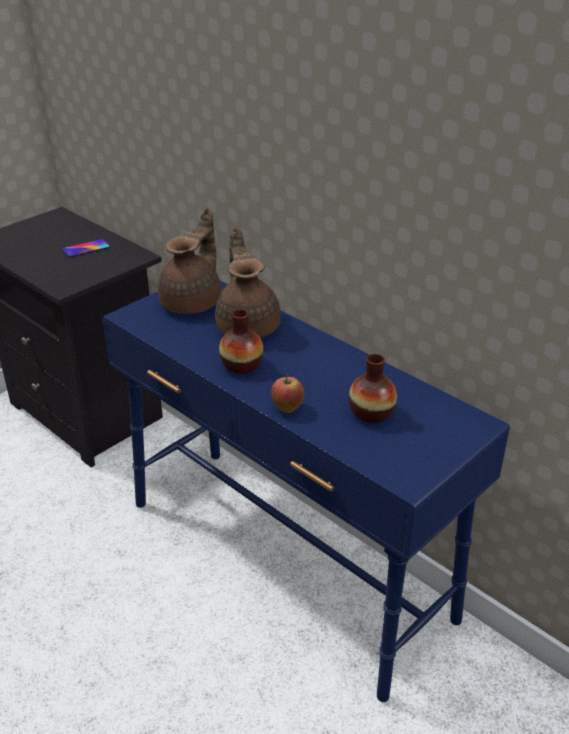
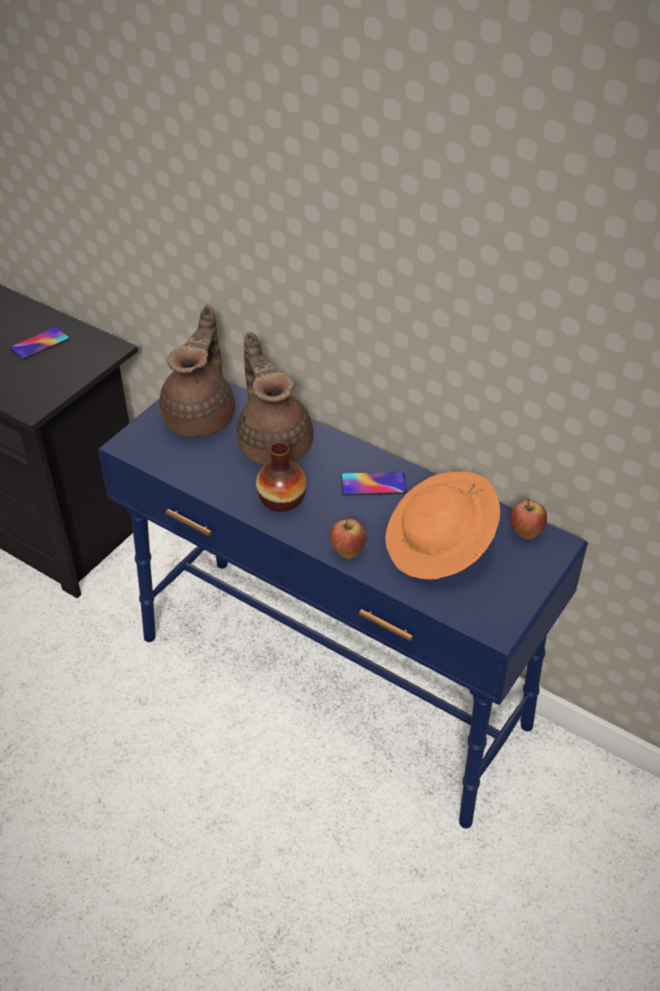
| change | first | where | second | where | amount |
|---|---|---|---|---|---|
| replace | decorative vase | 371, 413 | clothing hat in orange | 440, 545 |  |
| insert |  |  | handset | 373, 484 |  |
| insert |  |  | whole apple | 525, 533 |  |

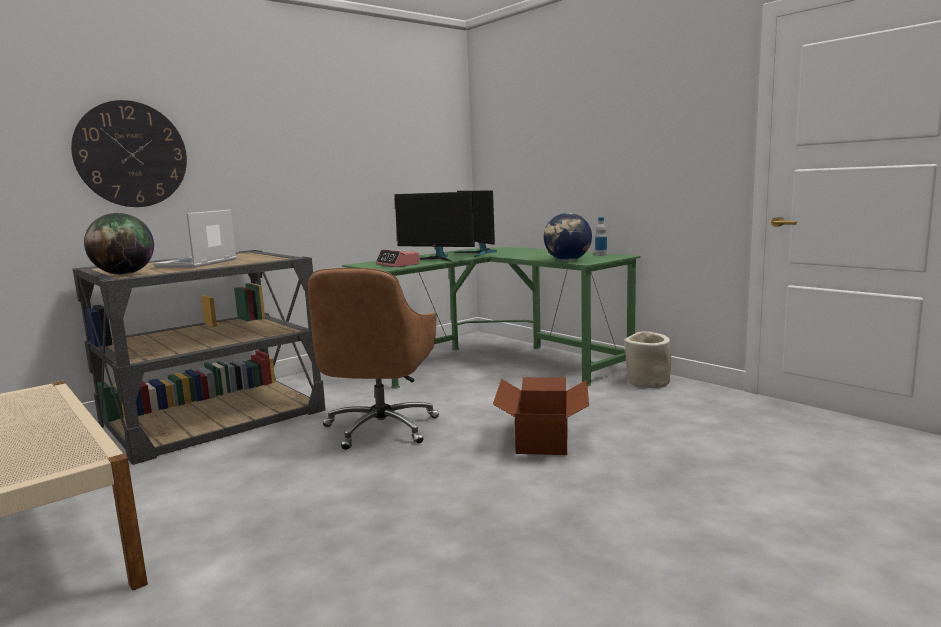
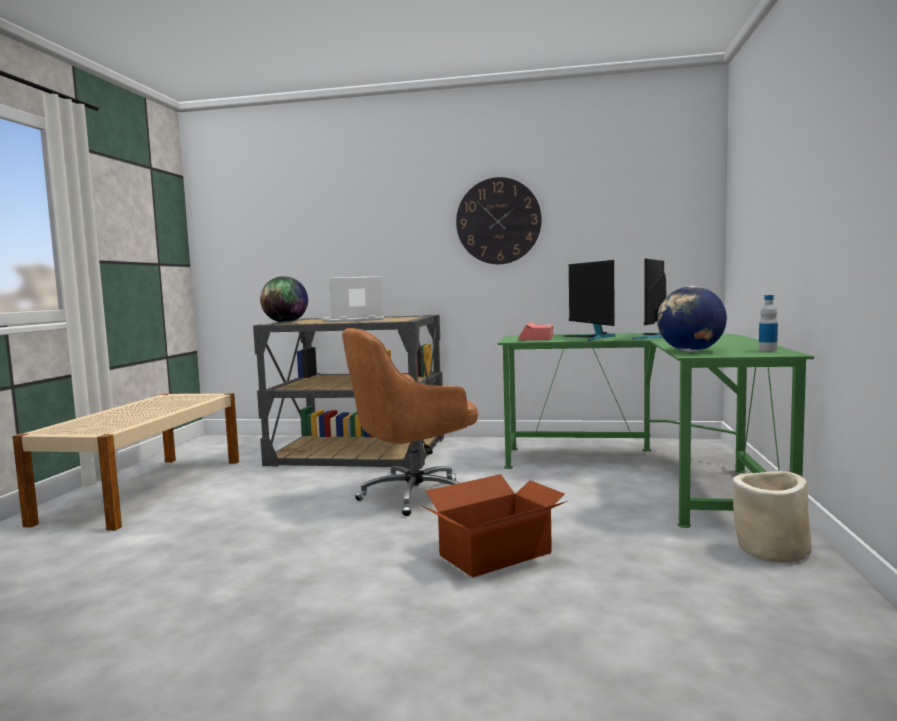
| change | first | where | second | where | amount |
|---|---|---|---|---|---|
| move | clock on the wall | 131, 154 |  | 498, 221 |  |

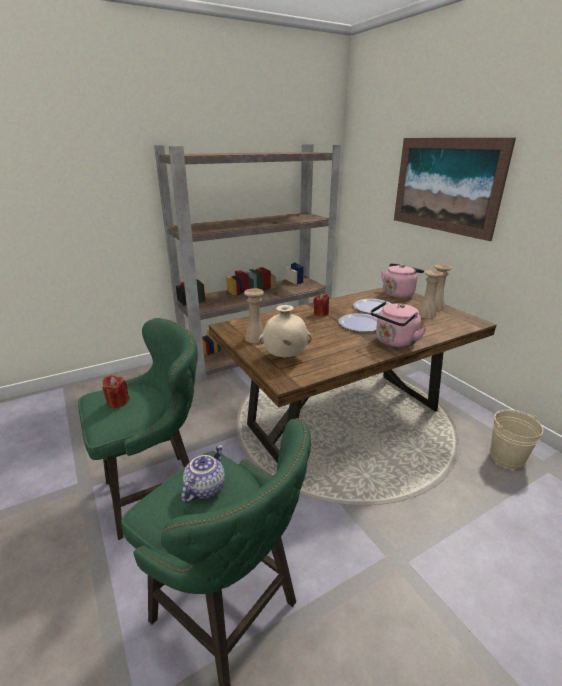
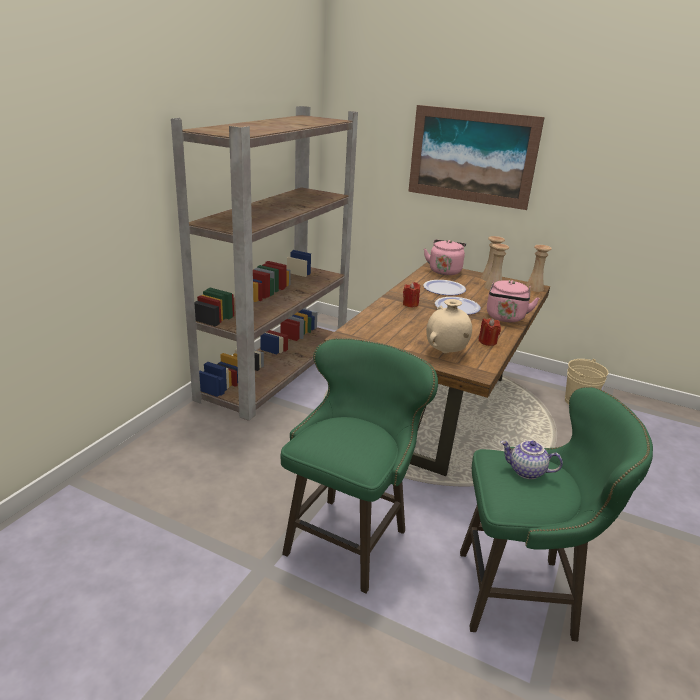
| change | first | where | second | where | amount |
|---|---|---|---|---|---|
| move | decorative vase in beige | 255, 338 |  | 534, 288 |  |
| move | wax light in red-coloured | 118, 402 |  | 487, 342 |  |
| rotate | tea pot | 204, 488 |  | 526, 472 | 60 degrees counterclockwise |

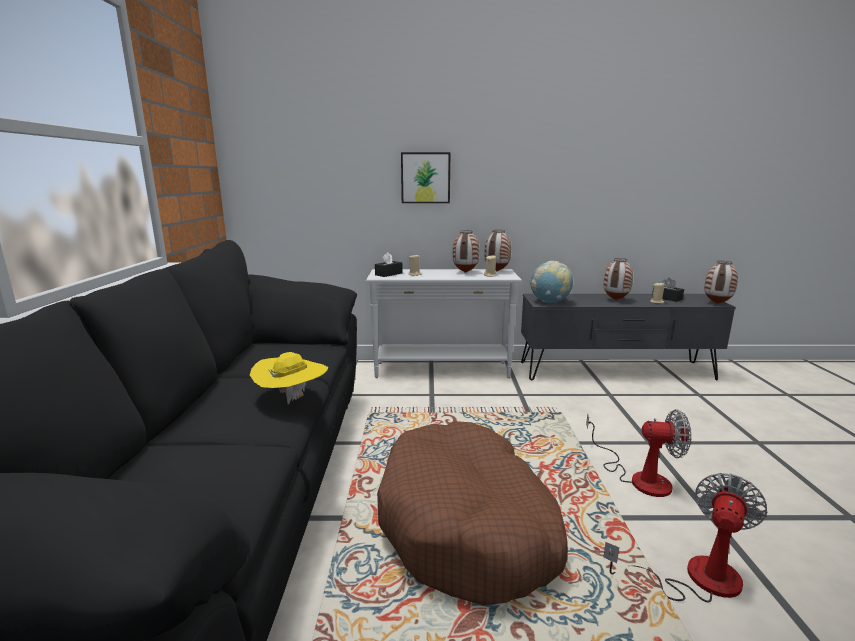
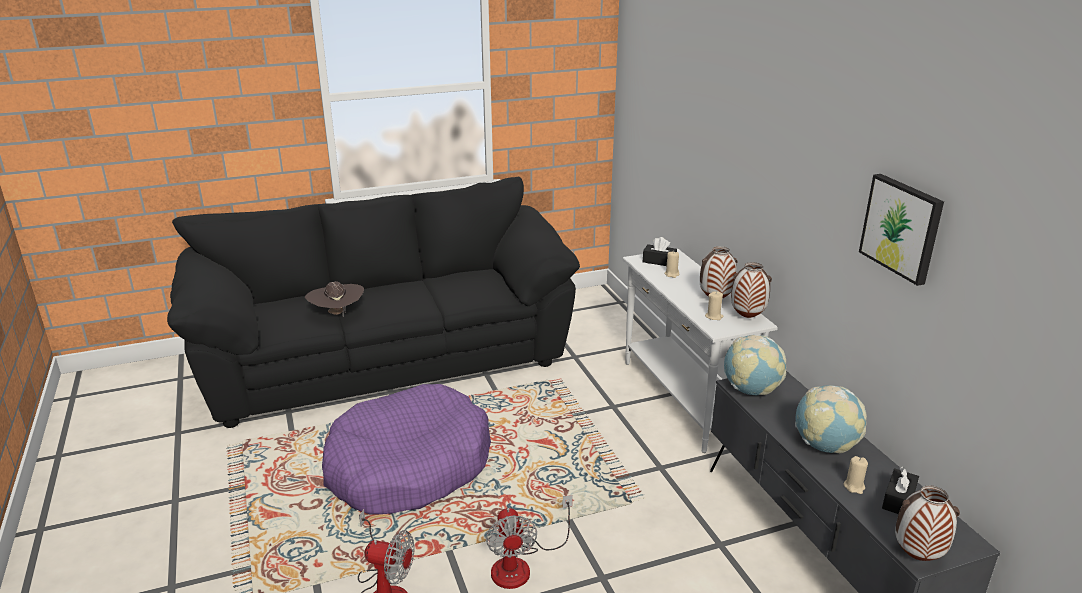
| change | first | where | second | where | amount |
|---|---|---|---|---|---|
| move | picture | 425, 178 |  | 902, 227 |  |
| replace | decorative vase | 616, 300 | world globe | 824, 446 |  |
| delete | clothing hat in yellow | 292, 398 |  |  |  |
| recolor | pet bed in brown | 468, 525 | pet bed in purple-coloured | 408, 467 |  |
| insert |  |  | clothing hat in brown | 337, 314 |  |

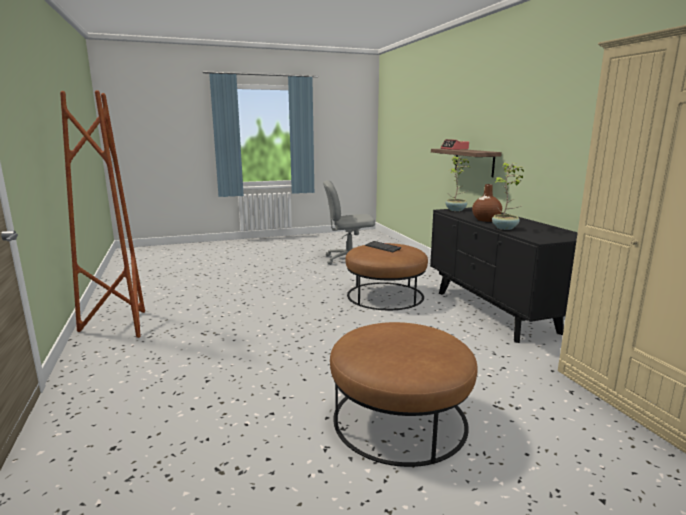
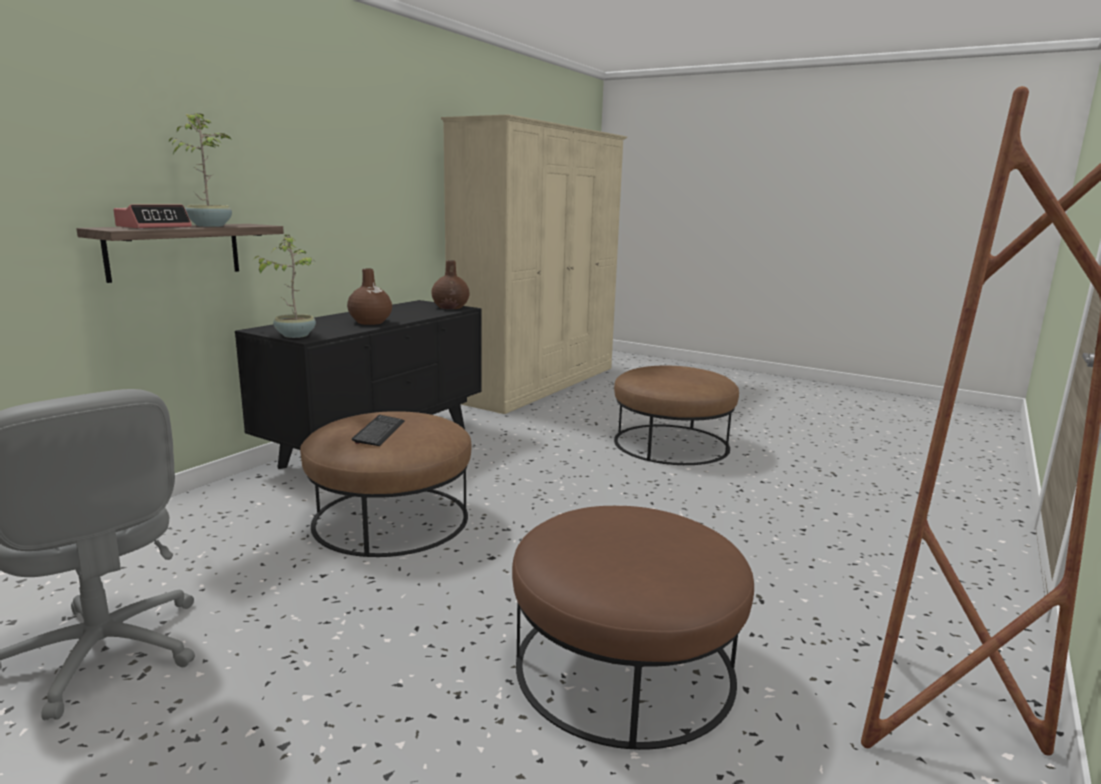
| change | first | where | second | where | amount |
|---|---|---|---|---|---|
| move | potted plant | 505, 228 |  | 210, 226 |  |
| insert |  |  | decorative vase in brown | 451, 307 |  |
| insert |  |  | ottoman in brown | 624, 666 |  |

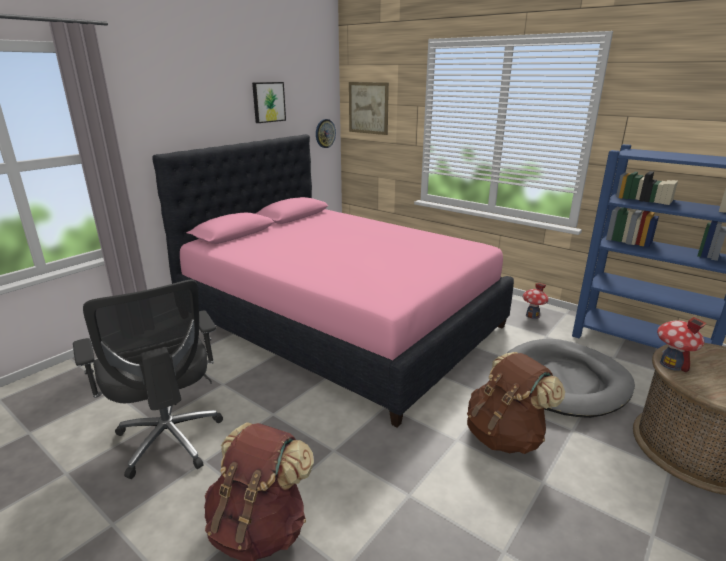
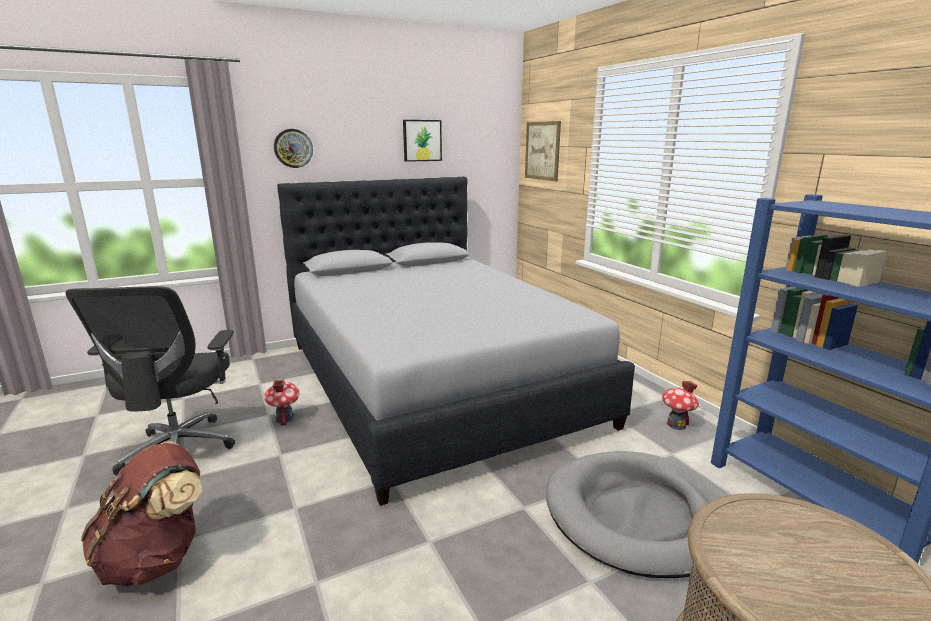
| change | first | where | second | where | amount |
|---|---|---|---|---|---|
| move | clock on the wall | 325, 133 |  | 293, 148 |  |
| recolor | bedroom bed in pink-coloured | 339, 321 | bedroom bed in gray | 434, 381 |  |
| move | toy house | 671, 364 |  | 284, 419 |  |
| delete | backpack in brown | 505, 436 |  |  |  |

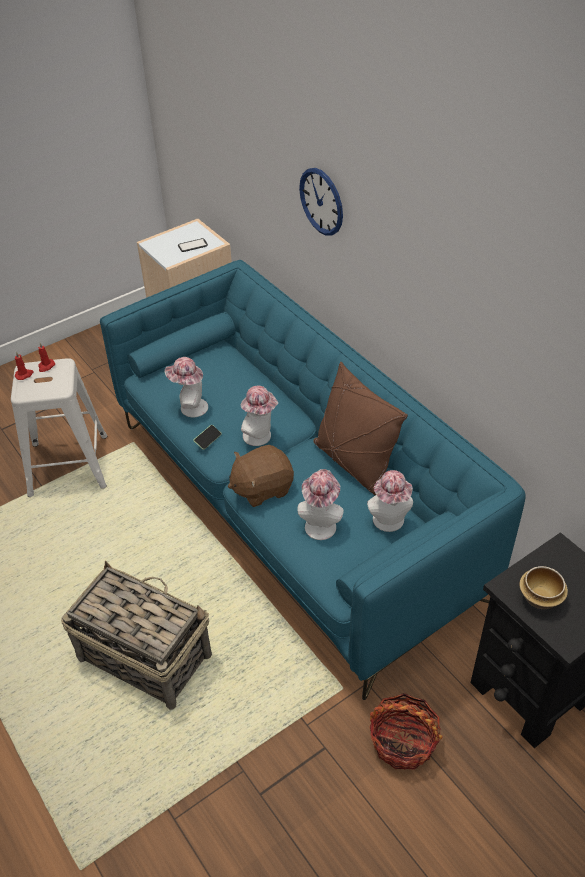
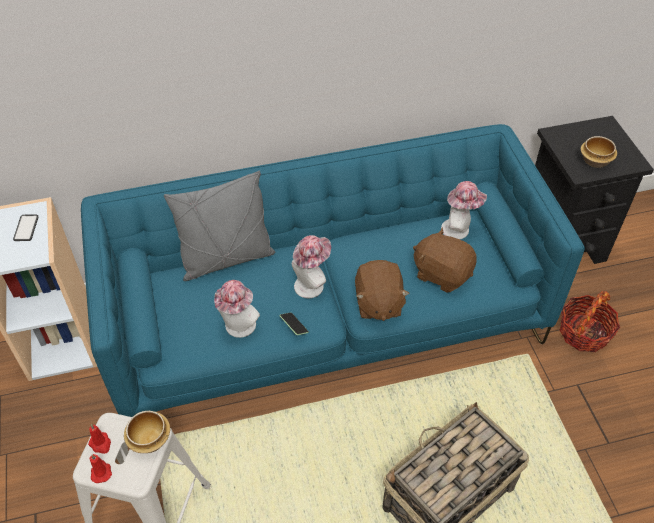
| change | first | where | second | where | amount |
|---|---|---|---|---|---|
| delete | clock on the wall | 321, 201 |  |  |  |
| delete | cushion in brown | 353, 463 |  |  |  |
| replace | clothing hat | 320, 523 | cuddly toy in brown | 442, 273 |  |
| insert |  |  | cushion in gray | 226, 259 |  |
| insert |  |  | serving bowl | 150, 440 |  |

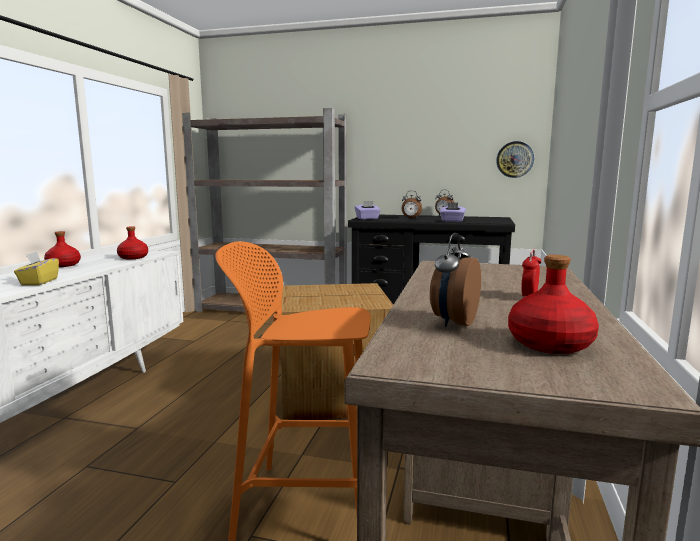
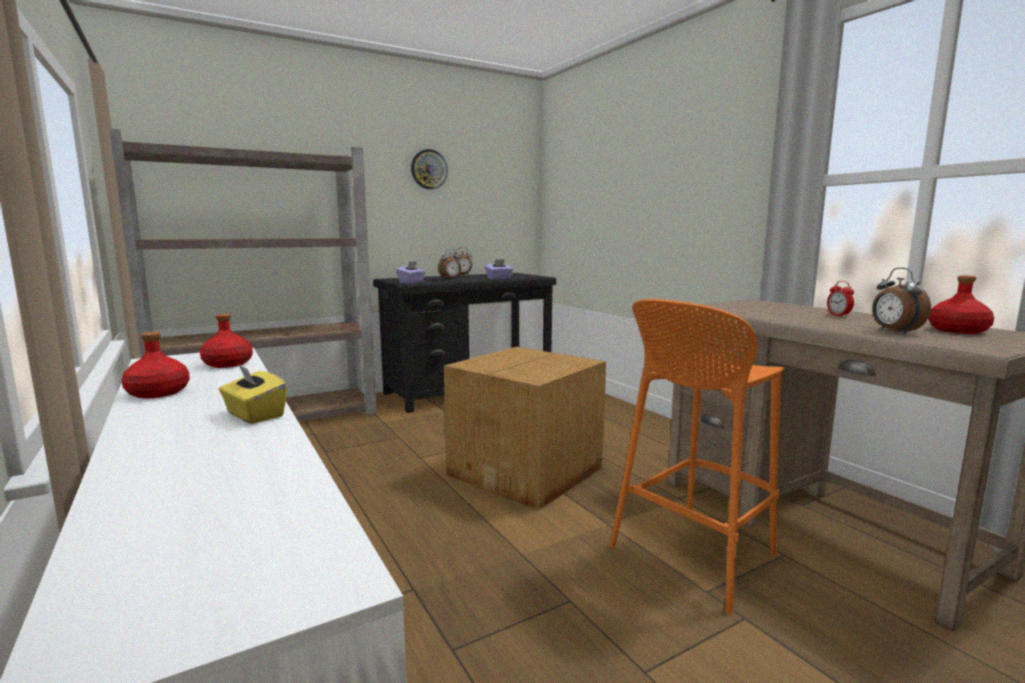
| change | first | where | second | where | amount |
|---|---|---|---|---|---|
| move | clock on the wall | 514, 159 |  | 429, 169 |  |

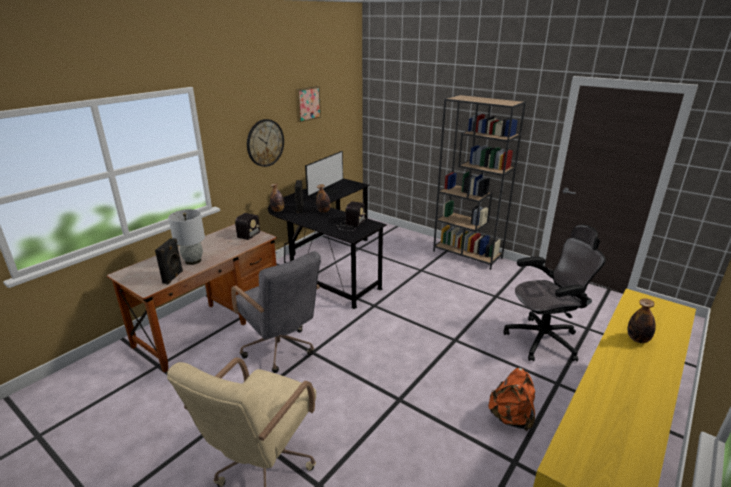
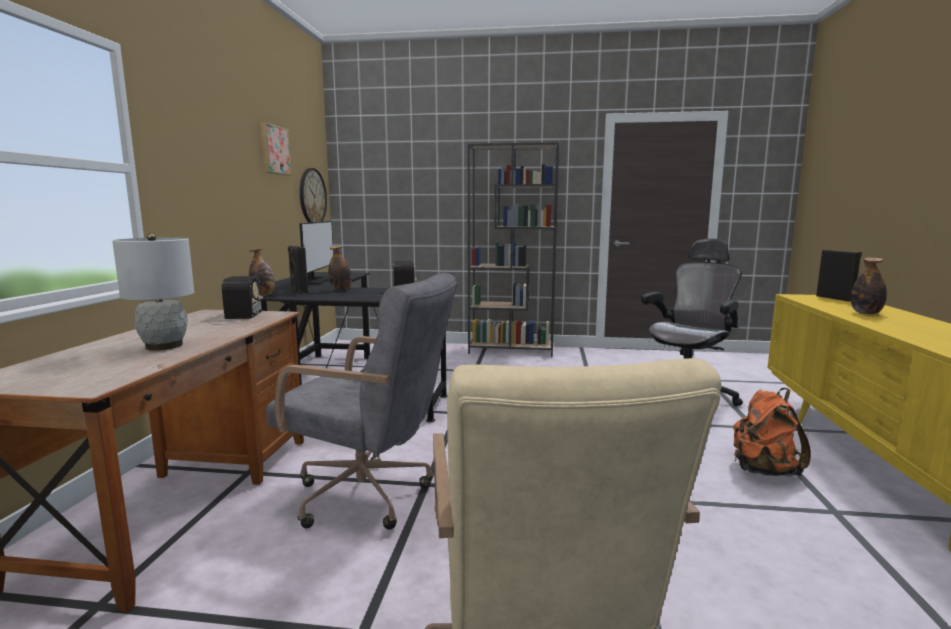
| change | first | where | second | where | amount |
|---|---|---|---|---|---|
| move | clock on the wall | 265, 143 |  | 312, 197 |  |
| move | loudspeaker in black-coloured | 173, 277 |  | 835, 298 |  |

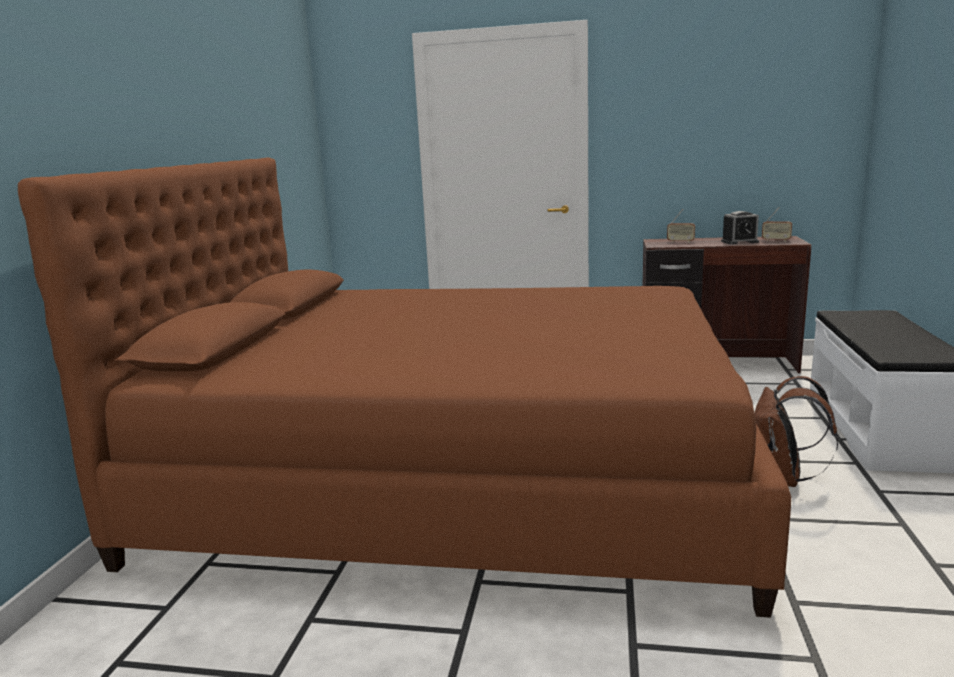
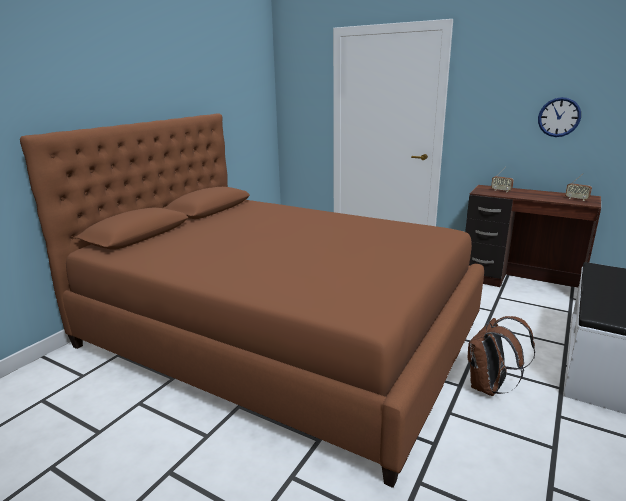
| change | first | where | second | where | amount |
|---|---|---|---|---|---|
| delete | table clock | 739, 242 |  |  |  |
| insert |  |  | clock on the wall | 559, 117 |  |

